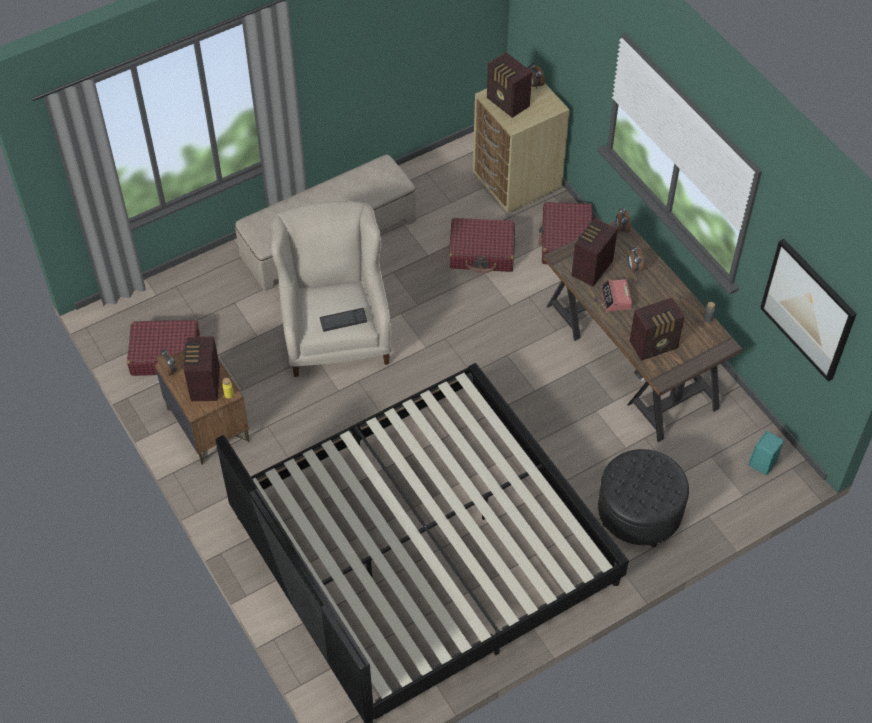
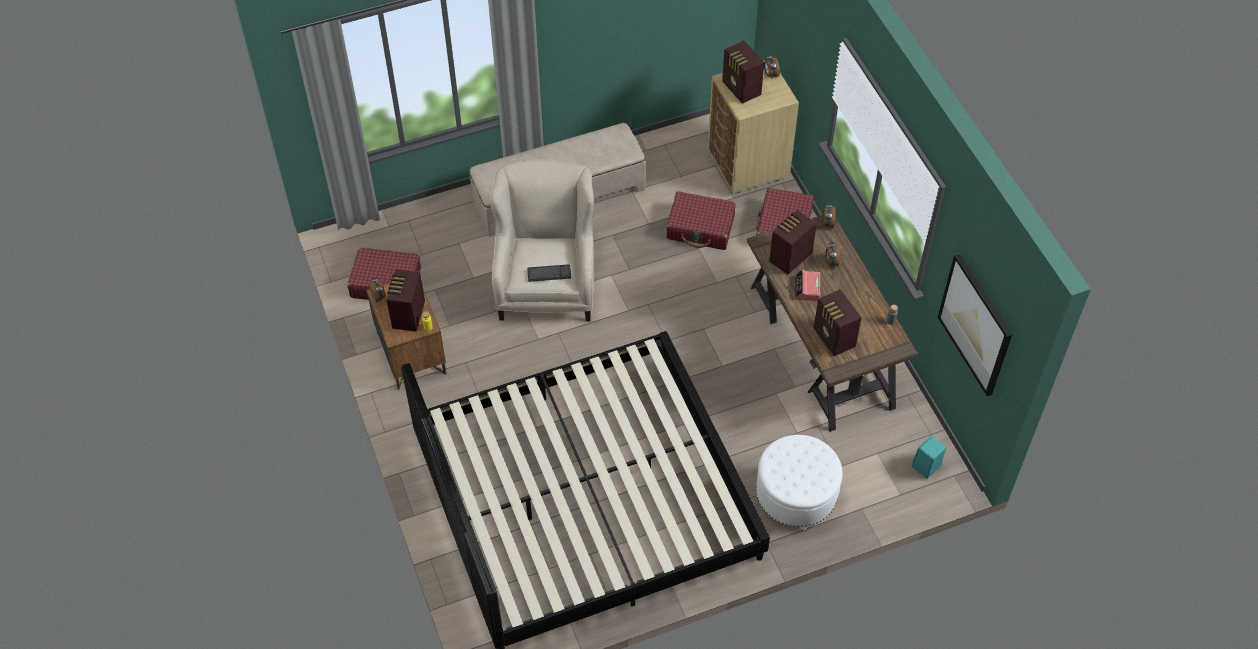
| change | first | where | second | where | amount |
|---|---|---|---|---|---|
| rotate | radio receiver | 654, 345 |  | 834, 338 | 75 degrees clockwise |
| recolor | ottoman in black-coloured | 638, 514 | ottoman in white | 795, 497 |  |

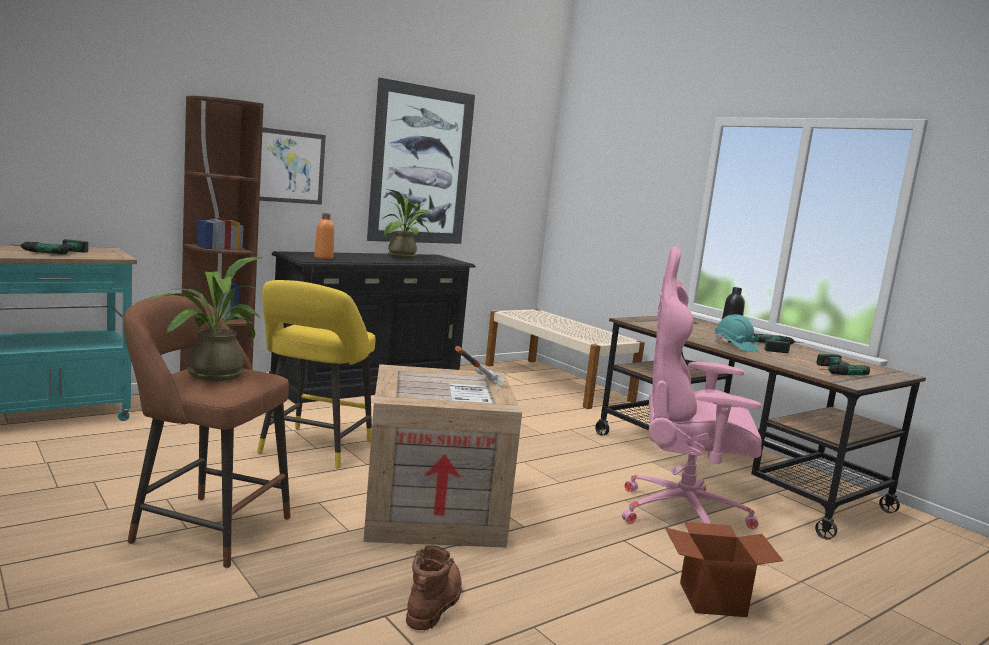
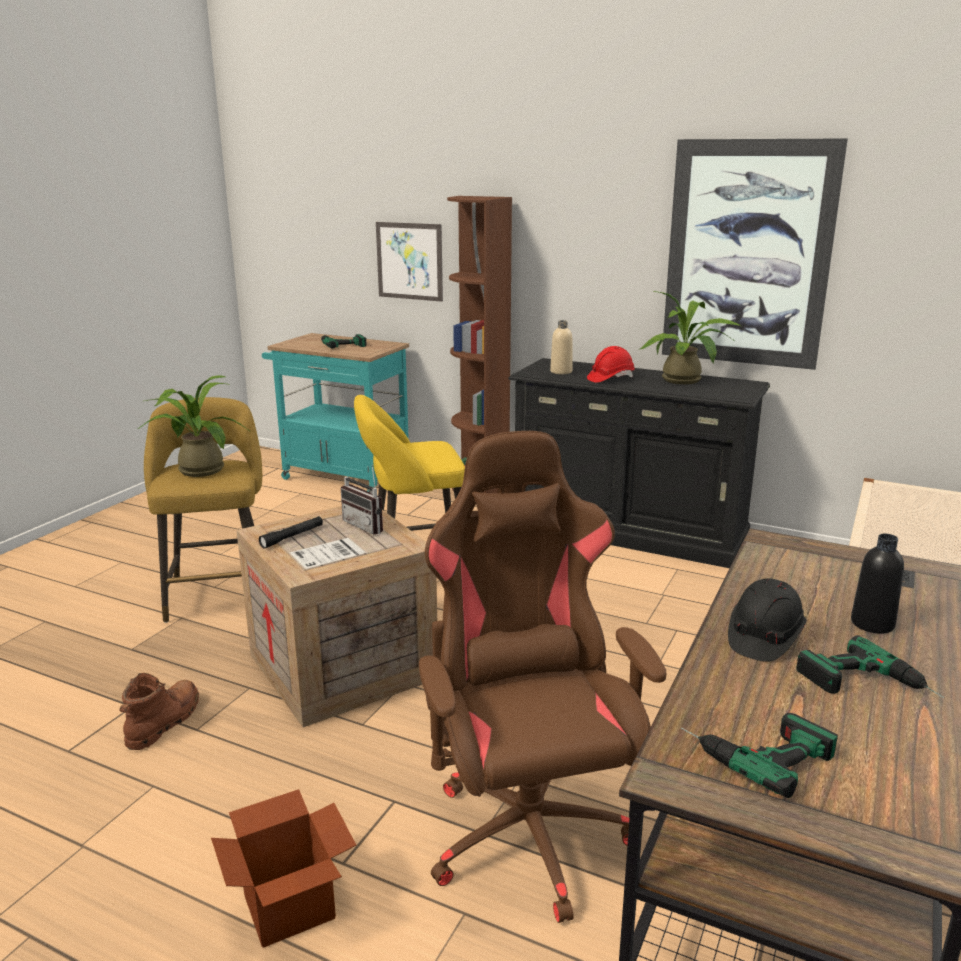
| change | first | where | second | where | amount |
|---|---|---|---|---|---|
| move | picture | 290, 167 |  | 409, 261 |  |
| recolor | drink bottle in orange | 323, 257 | drink bottle in beige | 561, 372 |  |
| recolor | desk chair in pink-coloured | 684, 515 | desk chair in brown | 530, 839 |  |
| recolor | stool seat in brown | 204, 528 | stool seat in yellow | 218, 592 |  |
| recolor | safety helmet in turquoise | 734, 346 | safety helmet in black-coloured | 763, 638 |  |
| delete | hand hammer | 472, 385 |  |  |  |
| rotate | boot in brown | 434, 603 |  | 164, 722 | 60 degrees counterclockwise |
| insert |  |  | safety helmet in red-coloured | 610, 378 |  |
| insert |  |  | radio receiver | 368, 525 |  |
| insert |  |  | torch in black-coloured | 292, 537 |  |

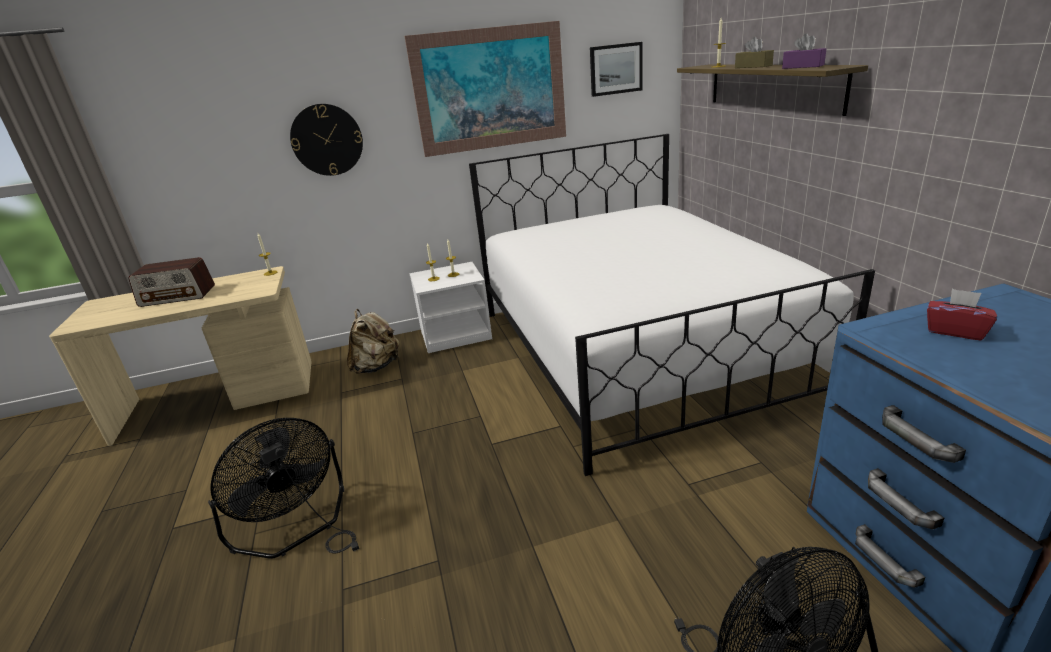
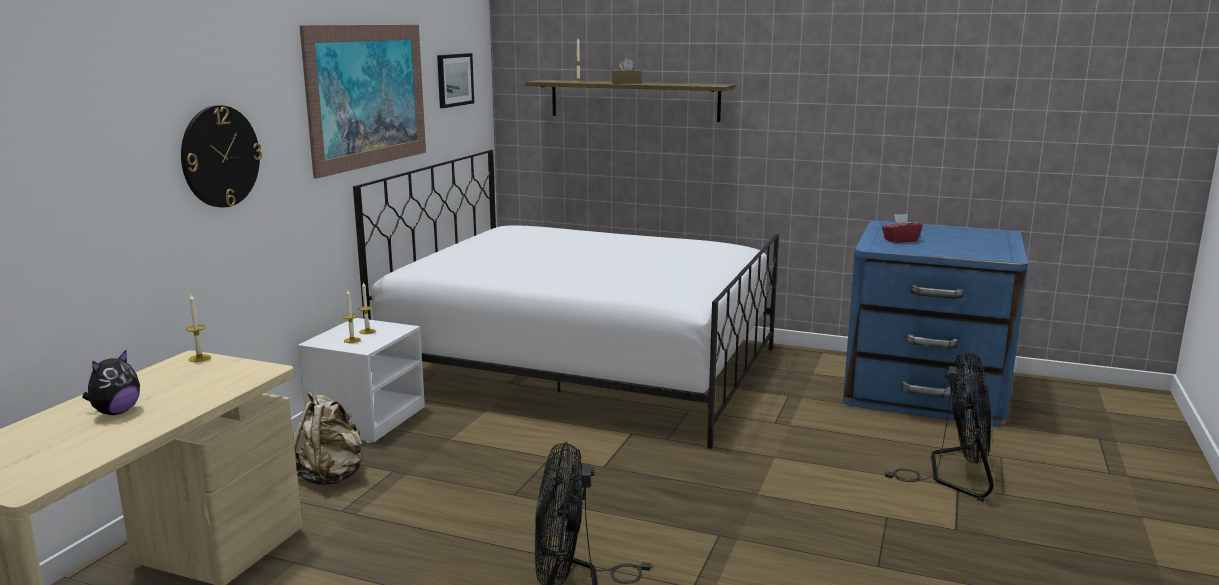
| change | first | where | second | where | amount |
|---|---|---|---|---|---|
| delete | box of tissues in purple-coloured | 803, 67 |  |  |  |
| replace | radio receiver | 178, 296 | cuddly toy | 116, 412 |  |

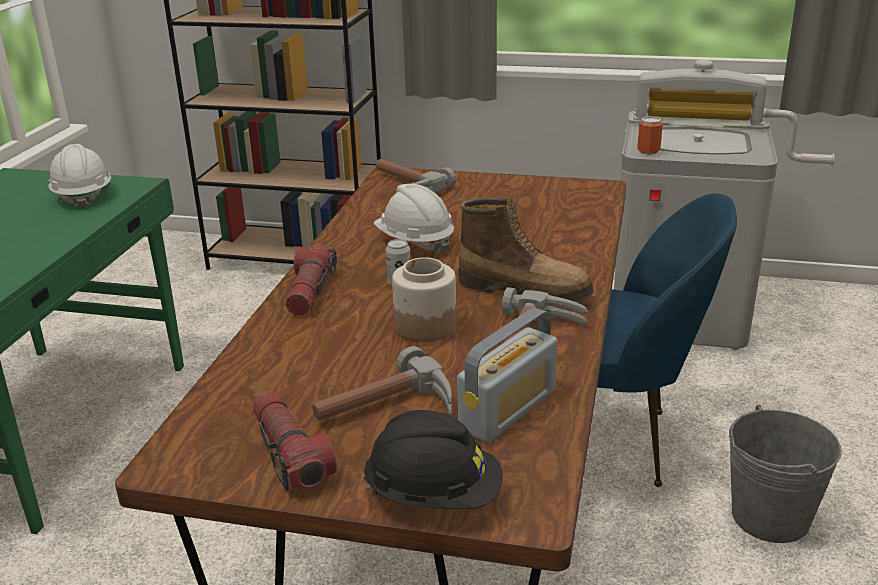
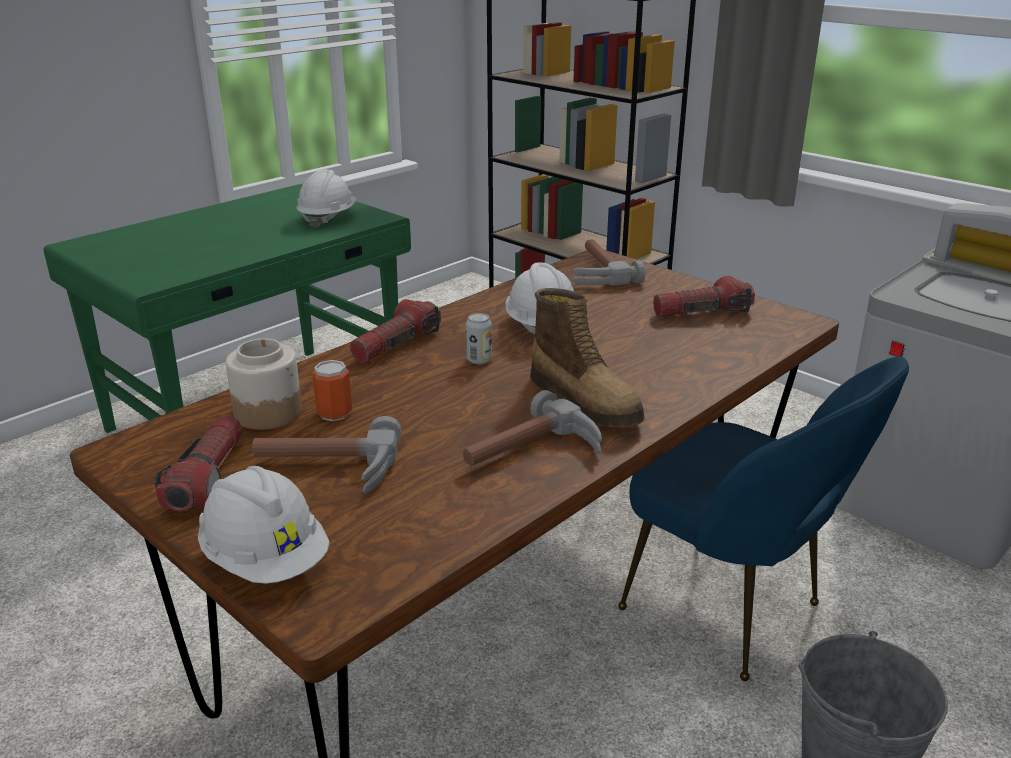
| change | first | where | second | where | amount |
|---|---|---|---|---|---|
| move | sealed can | 648, 151 |  | 334, 413 |  |
| move | jar | 425, 326 |  | 268, 412 |  |
| delete | radio receiver | 508, 410 |  |  |  |
| recolor | safety helmet in black-coloured | 434, 495 | safety helmet in white | 266, 560 |  |
| insert |  |  | torch | 702, 313 |  |

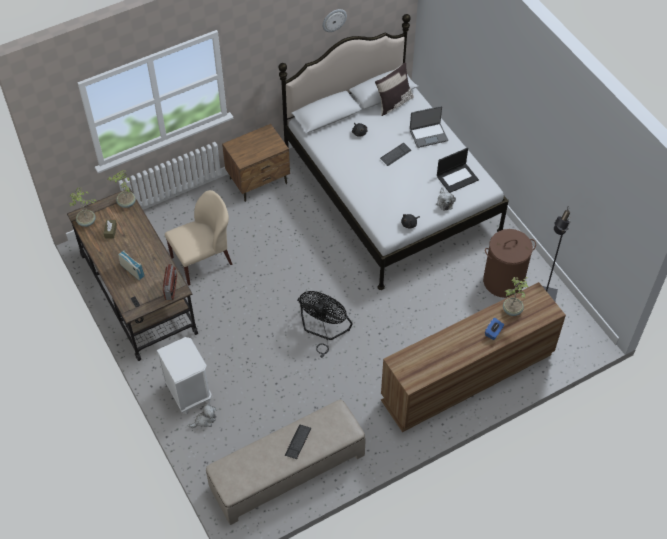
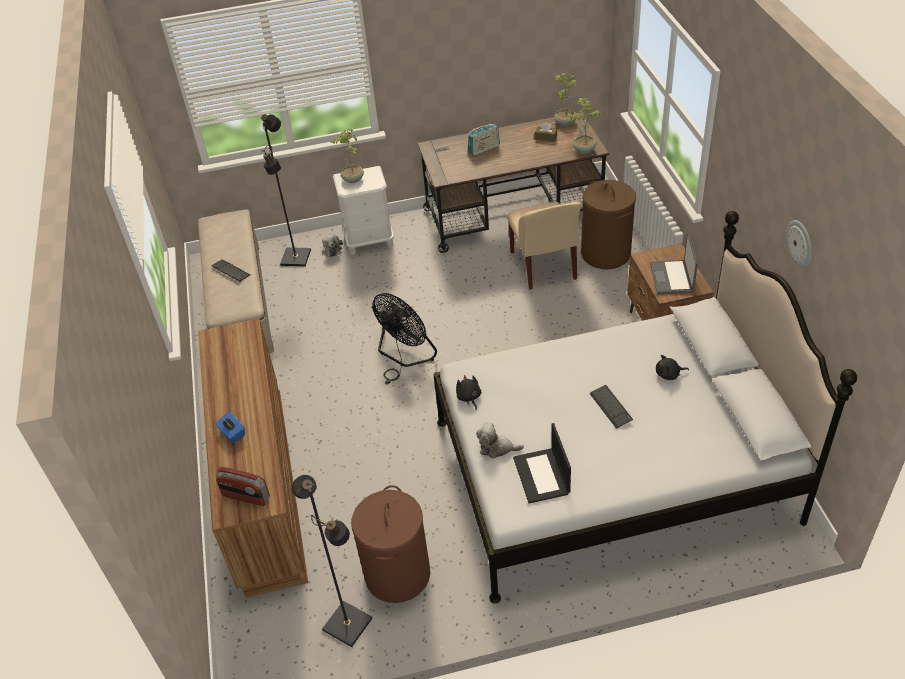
| change | first | where | second | where | amount |
|---|---|---|---|---|---|
| delete | cushion | 393, 103 |  |  |  |
| move | notebook computer | 428, 135 |  | 672, 278 |  |
| move | radio receiver | 171, 288 |  | 246, 496 |  |
| move | potted plant | 512, 310 |  | 352, 179 |  |
| rotate | electric fan in black-coloured | 322, 330 |  | 400, 355 | 90 degrees counterclockwise |
| insert |  |  | standing lamp in black-coloured | 295, 257 |  |
| insert |  |  | laundry basket in brown | 606, 254 |  |

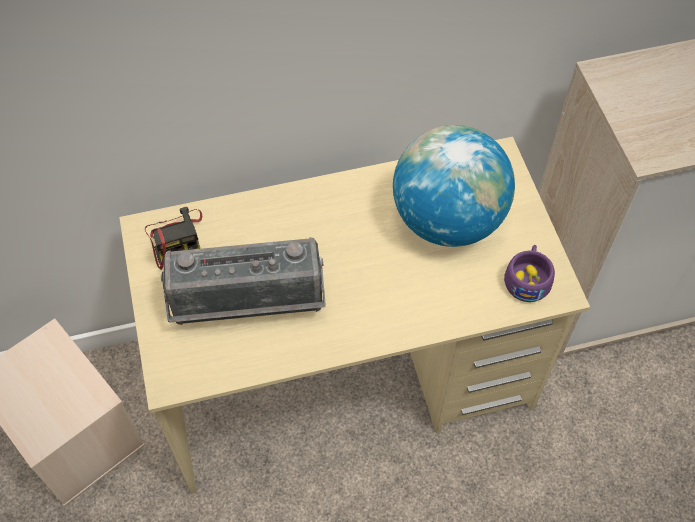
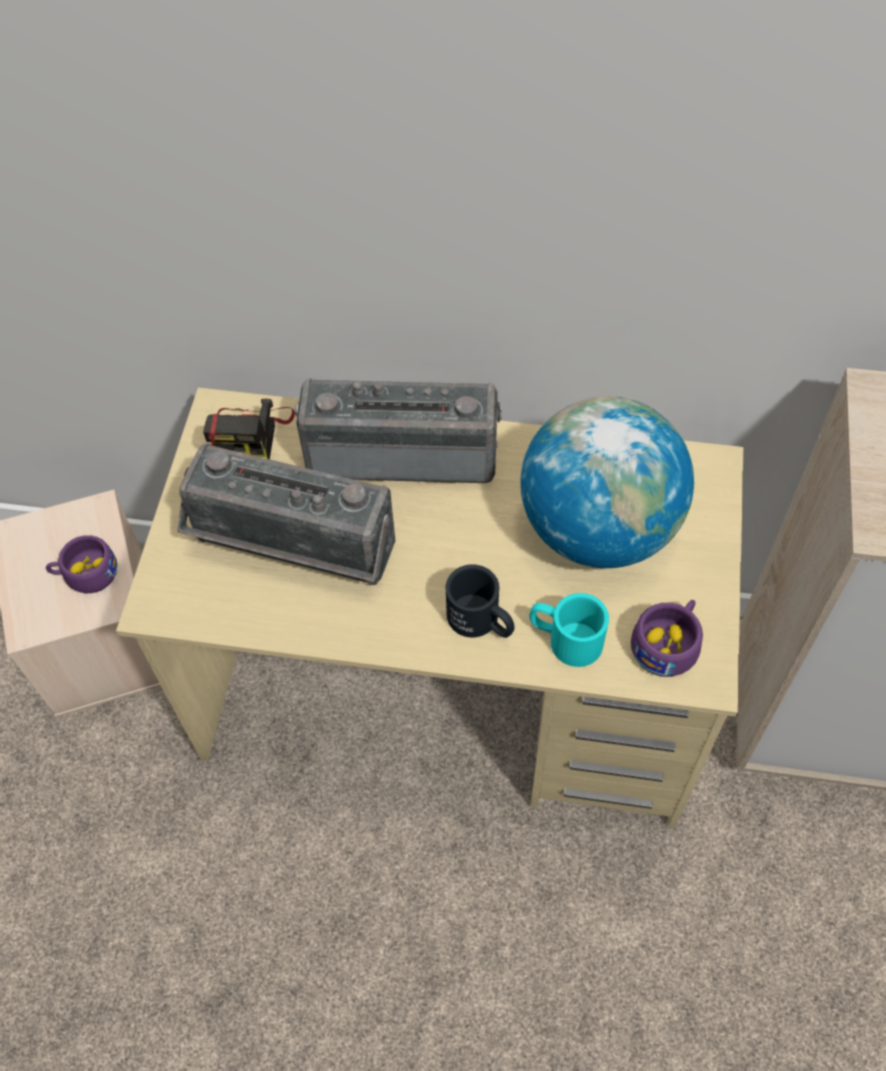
| change | first | where | second | where | amount |
|---|---|---|---|---|---|
| insert |  |  | radio receiver | 403, 450 |  |
| insert |  |  | drinking cup in purple-coloured | 85, 574 |  |
| insert |  |  | tea mug in black-coloured | 481, 621 |  |
| insert |  |  | tea mug in turquoise | 565, 639 |  |

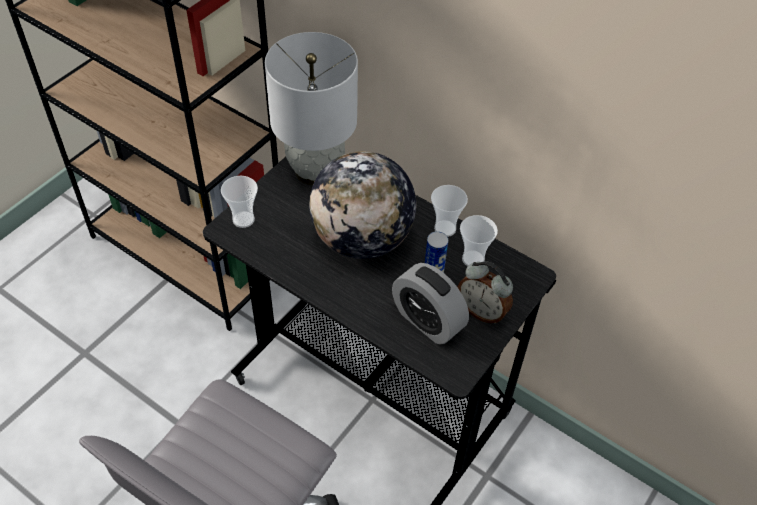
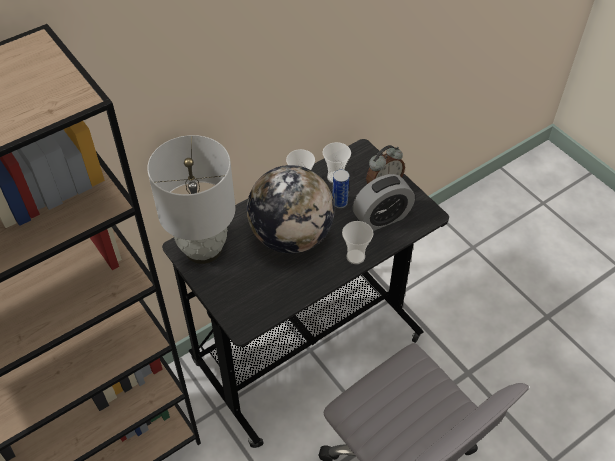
| change | first | where | second | where | amount |
|---|---|---|---|---|---|
| move | drinking cup | 243, 219 |  | 355, 256 |  |

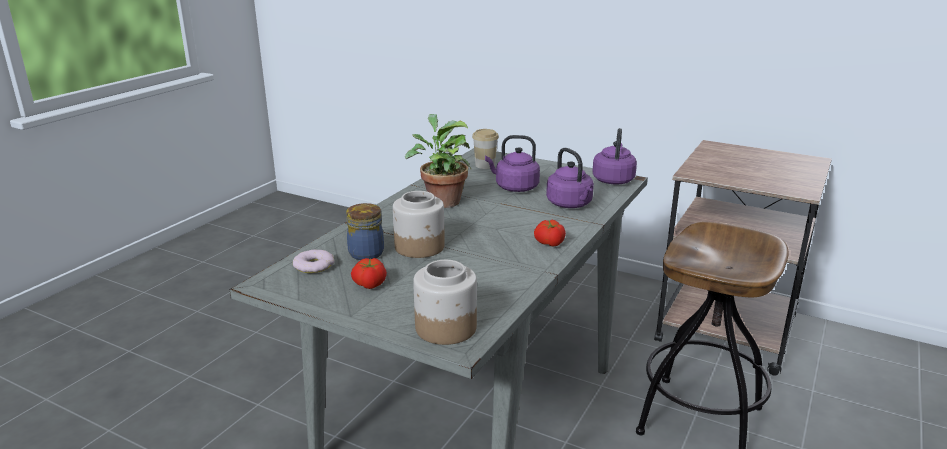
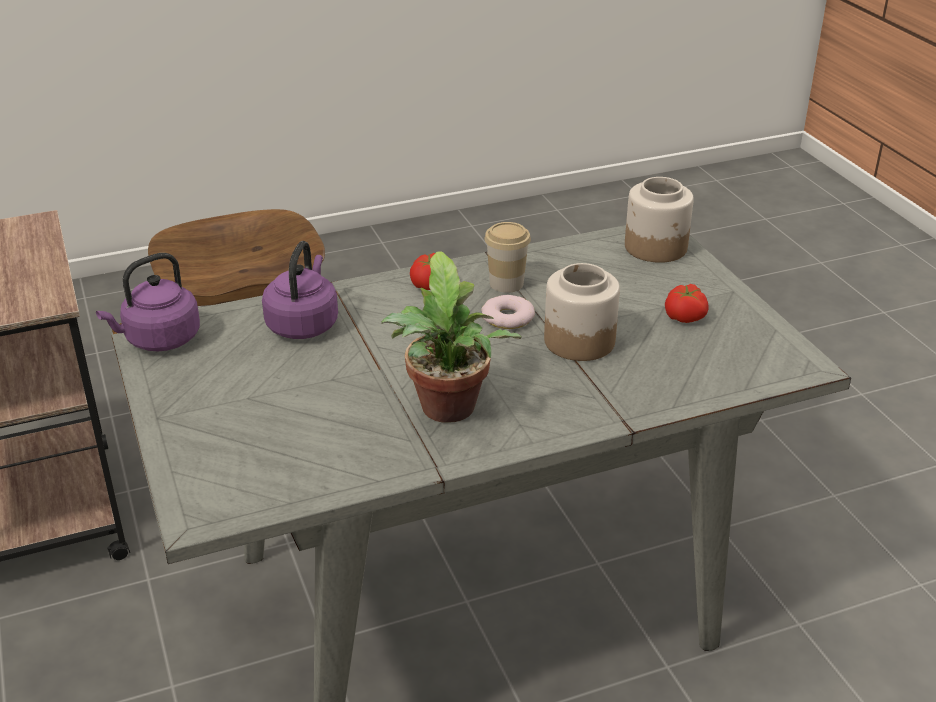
| change | first | where | second | where | amount |
|---|---|---|---|---|---|
| move | drinking cup | 485, 165 |  | 506, 283 |  |
| delete | tea kettle in purple-coloured | 514, 187 |  |  |  |
| delete | jar | 365, 253 |  |  |  |
| move | doughnut | 314, 265 |  | 507, 317 |  |

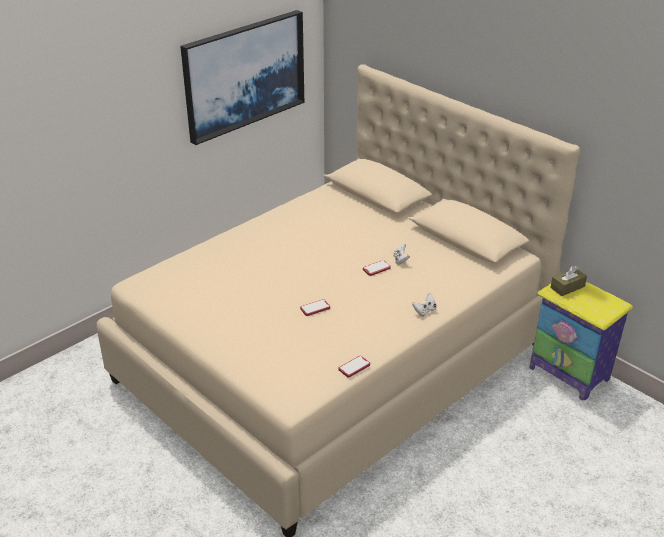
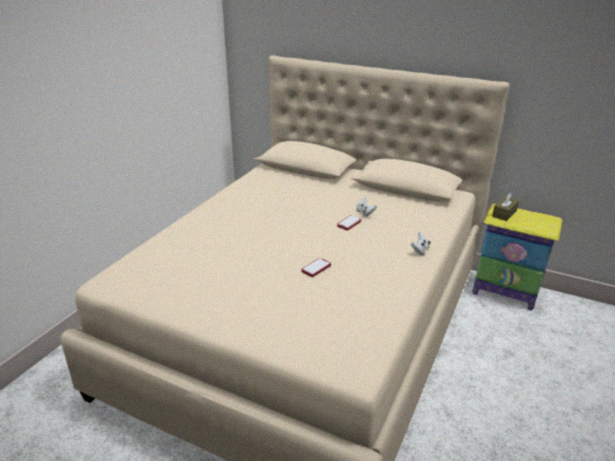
| change | first | where | second | where | amount |
|---|---|---|---|---|---|
| delete | picture | 244, 75 |  |  |  |
| delete | handset | 354, 367 |  |  |  |

